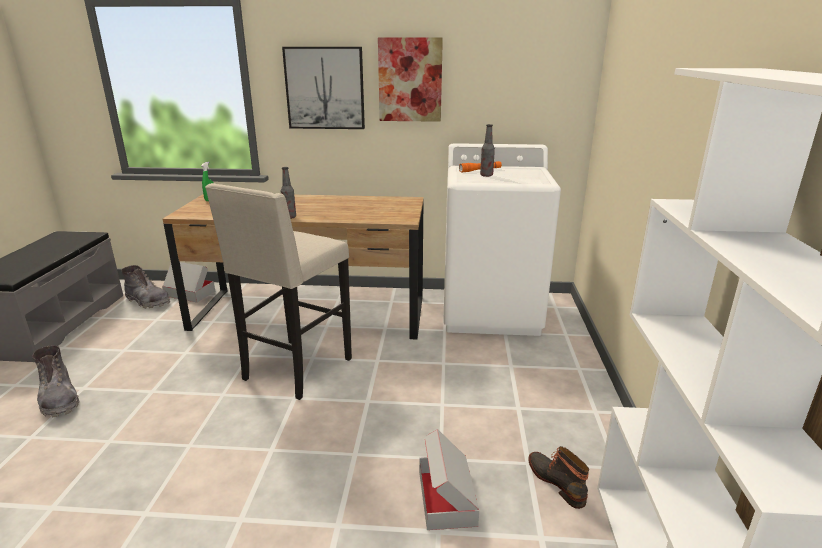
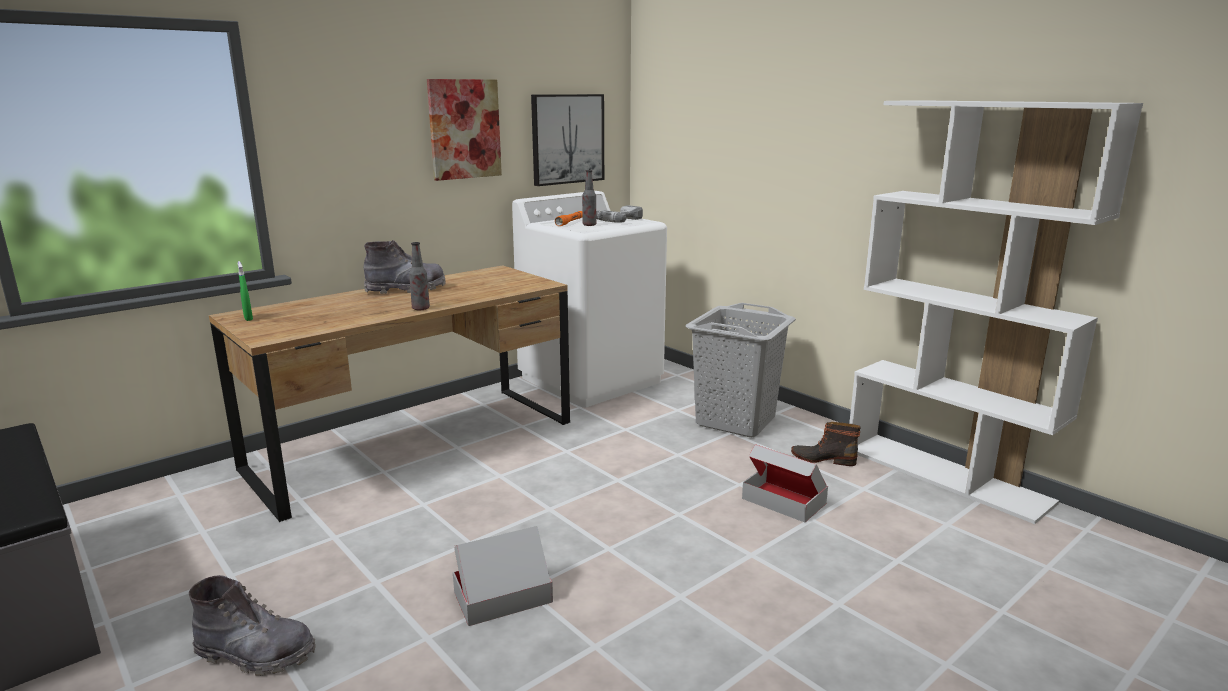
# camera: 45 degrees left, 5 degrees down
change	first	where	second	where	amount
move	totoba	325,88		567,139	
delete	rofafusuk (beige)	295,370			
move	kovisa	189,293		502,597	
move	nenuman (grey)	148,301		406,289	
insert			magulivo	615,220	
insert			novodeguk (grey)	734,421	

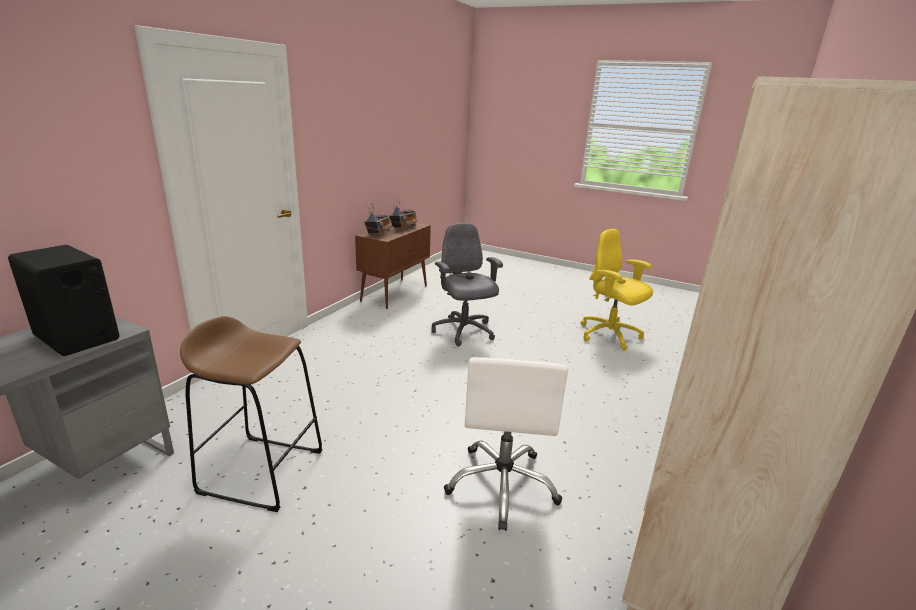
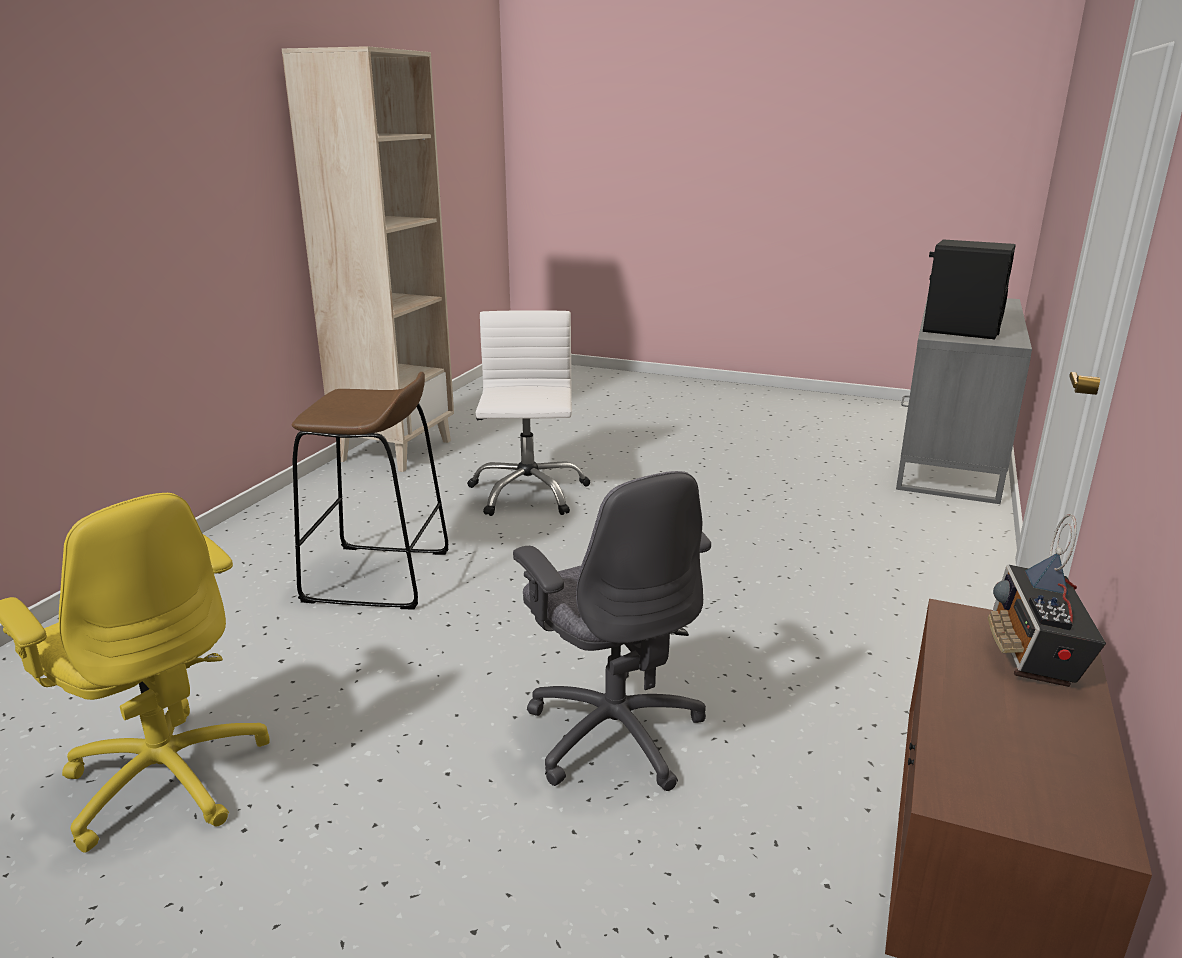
# camera: 175 degrees right, 0 degrees up
change	first	where	second	where	amount
delete	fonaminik	403,227			
move	rofafusuk (brown)	262,471		378,577	

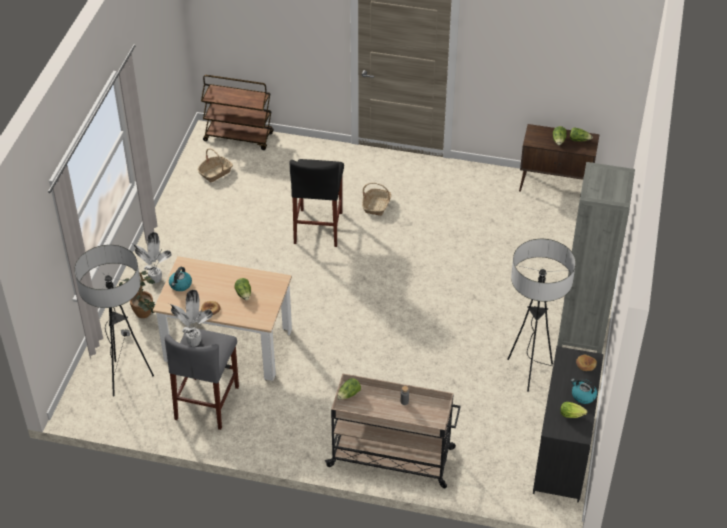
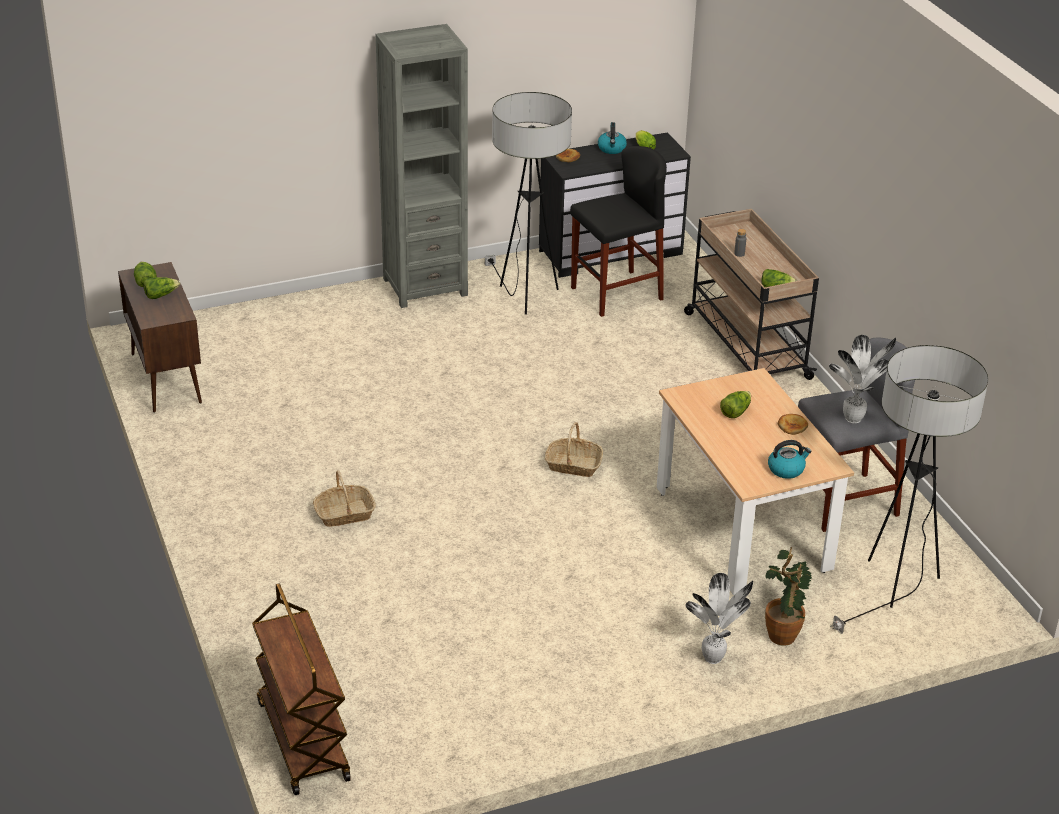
# camera: 125 degrees left, 10 degrees down
change	first	where	second	where	amount
move	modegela	215,172		573,465	
move	rofafusuk (black)	318,227		616,293	

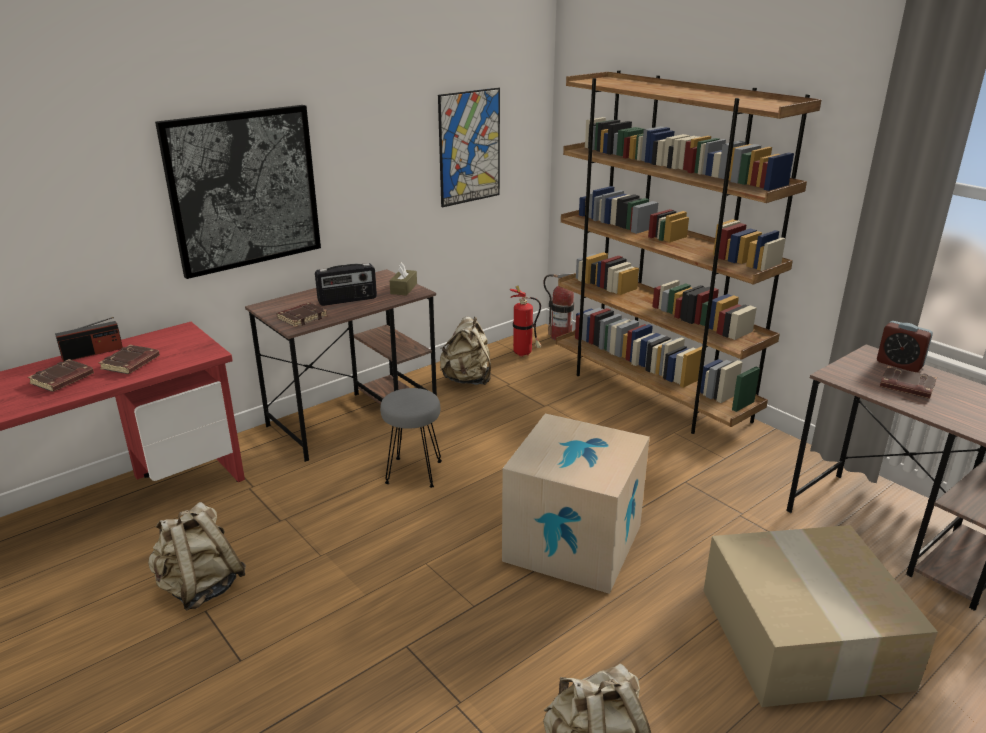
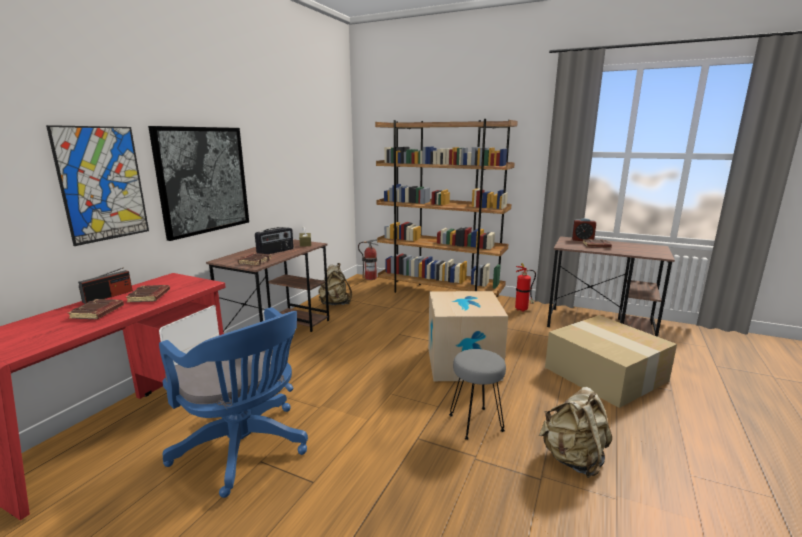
# camera: 25 degrees left, 10 degrees down
change	first	where	second	where	amount
move	totoba	469,147		102,184	
move	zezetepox	524,354		523,310	
move	rofafusuk (grey)	413,473		476,423	
replace	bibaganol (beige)	200,588	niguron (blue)	245,449	

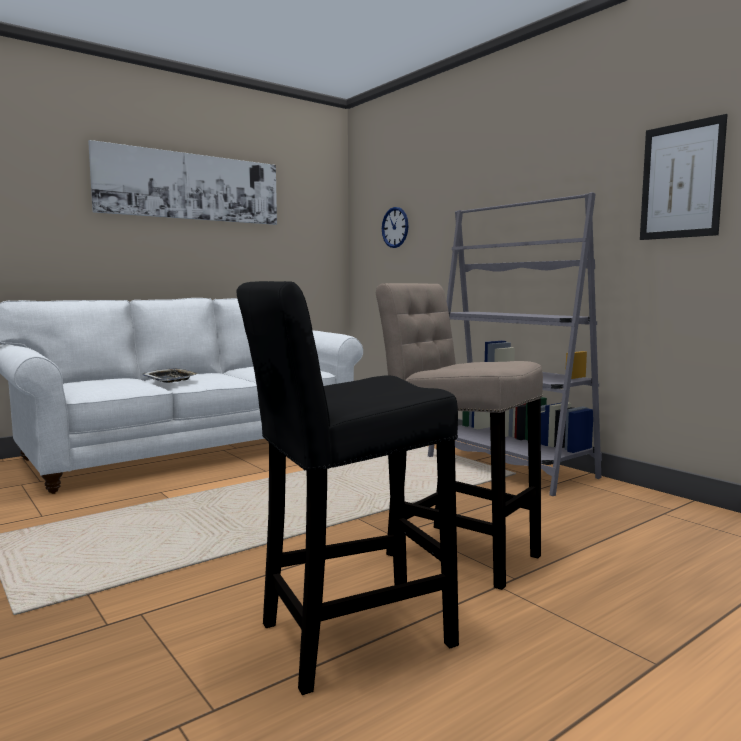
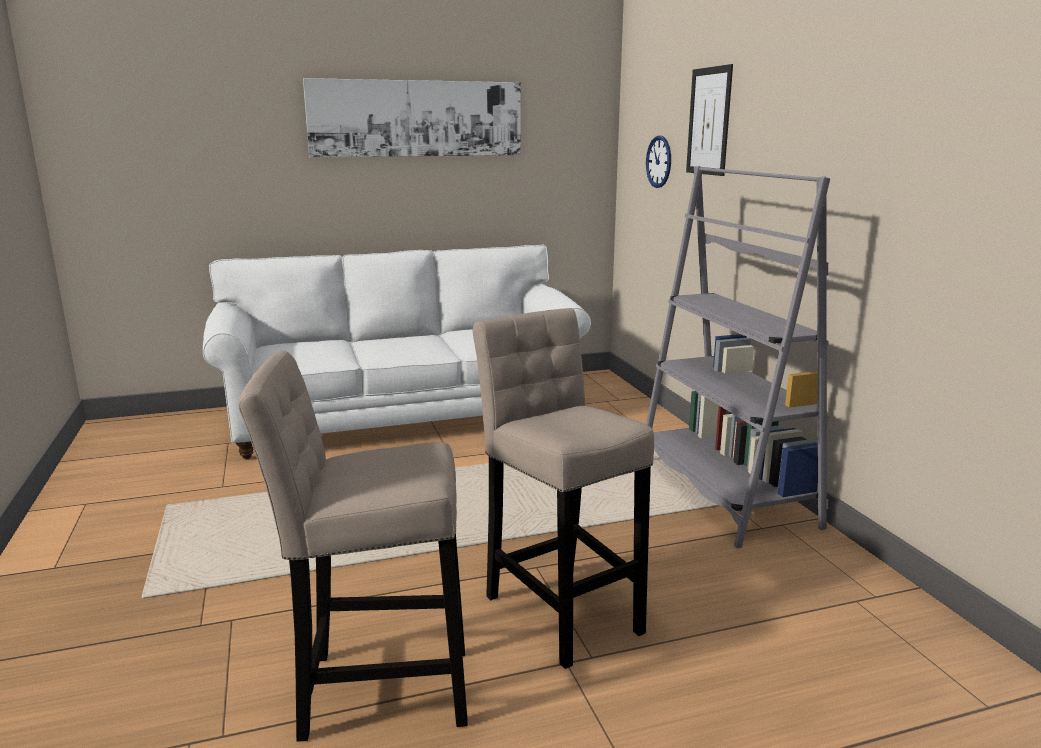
# camera: 20 degrees right, 10 degrees up
change	first	where	second	where	amount
move	totoba	681,181		709,121	
recolor	rofafusuk (black)	346,638	rofafusuk (beige)	375,690	
delete	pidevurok	170,379			

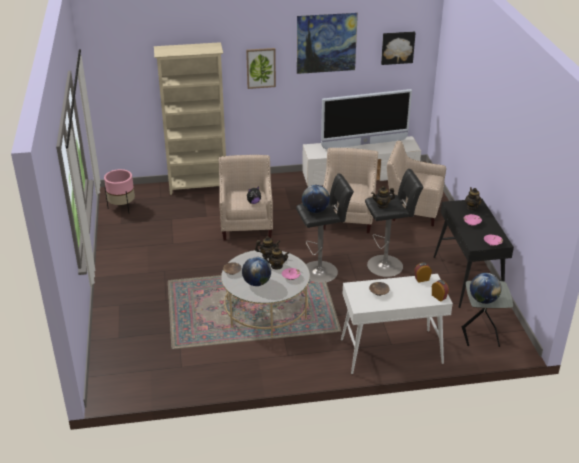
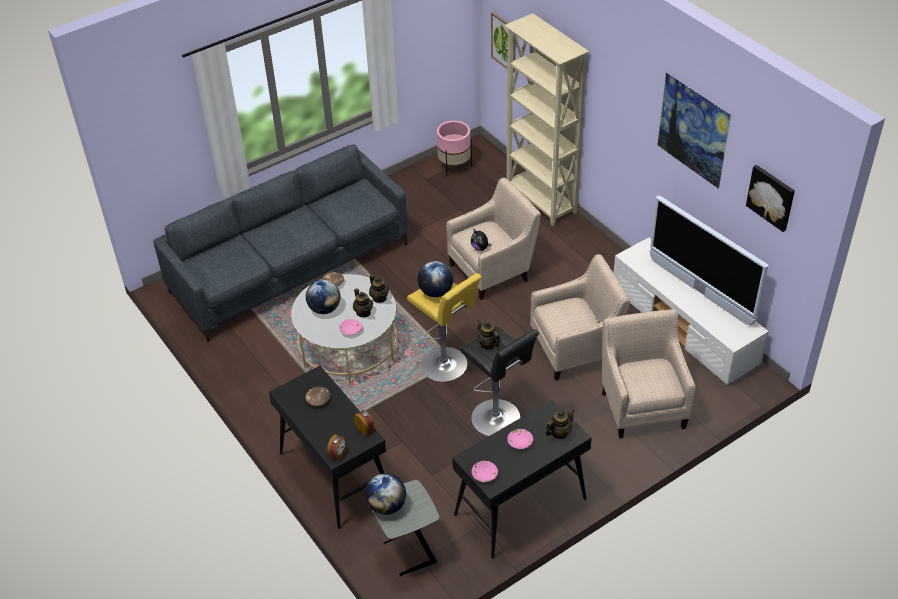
# camera: 65 degrees right, 10 degrees up
change	first	where	second	where	amount
move	totoba	261,68		504,42	
recolor	rofafusuk (black)	322,271	rofafusuk (yellow)	446,366	
recolor	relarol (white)	390,352	relarol (black)	334,475	
insert			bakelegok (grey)	290,268	

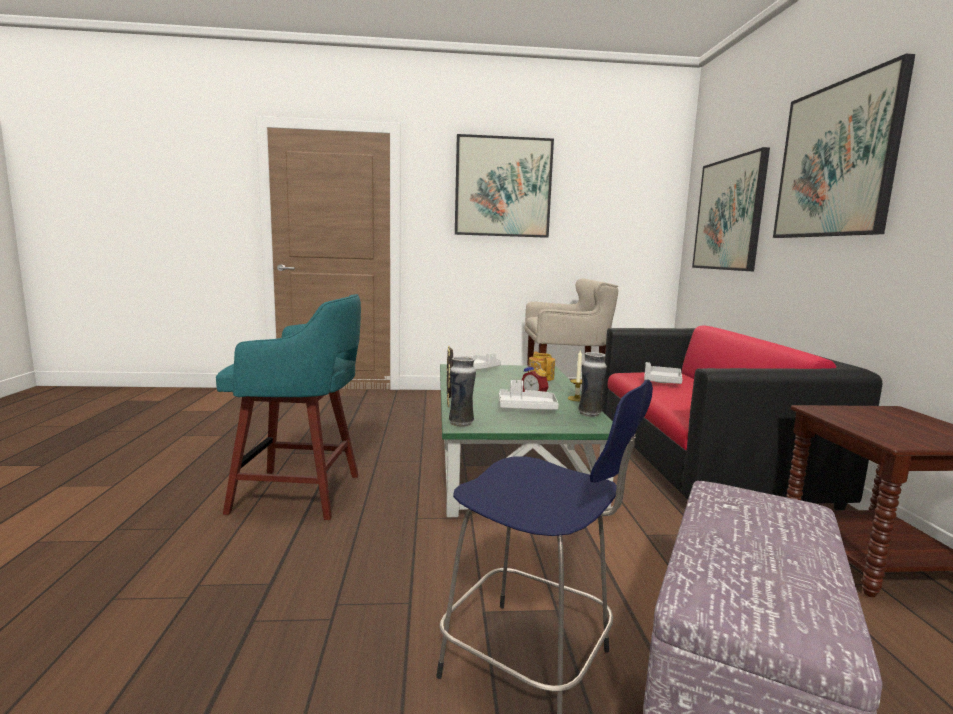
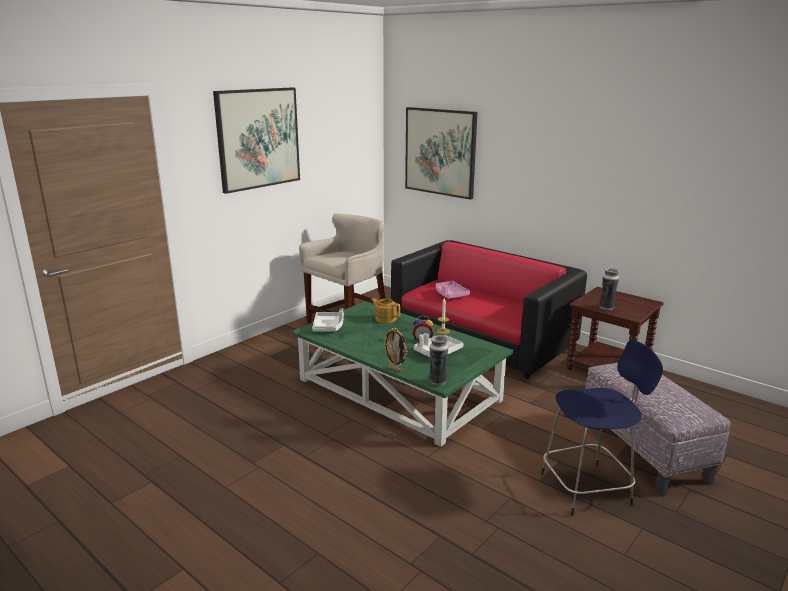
# camera: 45 degrees left, 10 degrees up
change	first	where	second	where	amount
delete	totoba	836,161			
delete	rofafusuk (turquoise)	301,494			
move	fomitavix	590,414		606,308	
recolor	pidevurok (grey)	662,381	pidevurok (pink)	450,294	

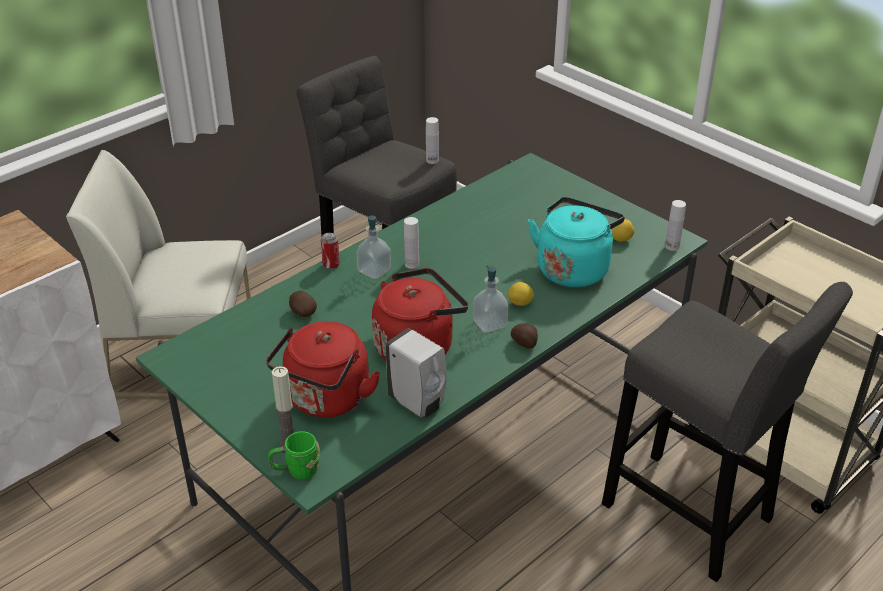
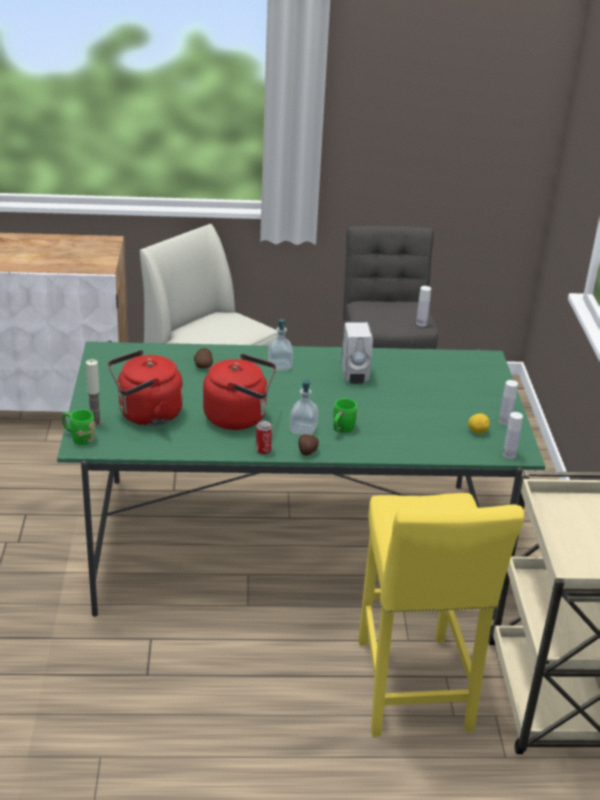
# camera: 40 degrees right, 5 degrees down
change	first	where	second	where	amount
delete	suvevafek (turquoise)	574,268			
move	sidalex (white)	411,264		505,422	
move	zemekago	331,265		263,450	
replace	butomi	520,303	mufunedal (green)	341,430	
recolor	rofafusuk (grey)	693,518	rofafusuk (yellow)	412,691	
move	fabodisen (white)	418,403		354,376	

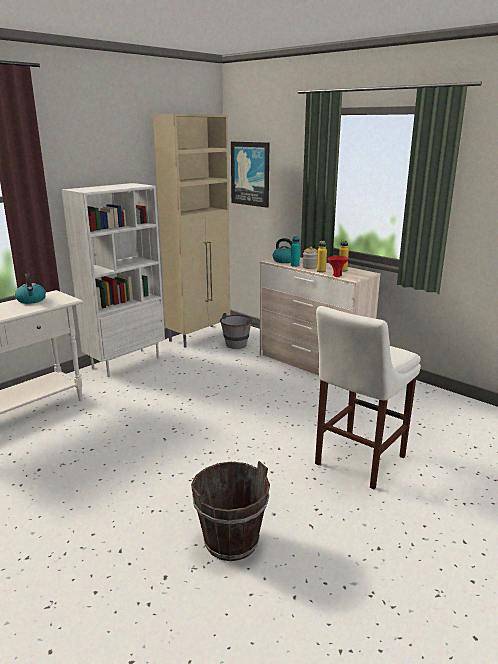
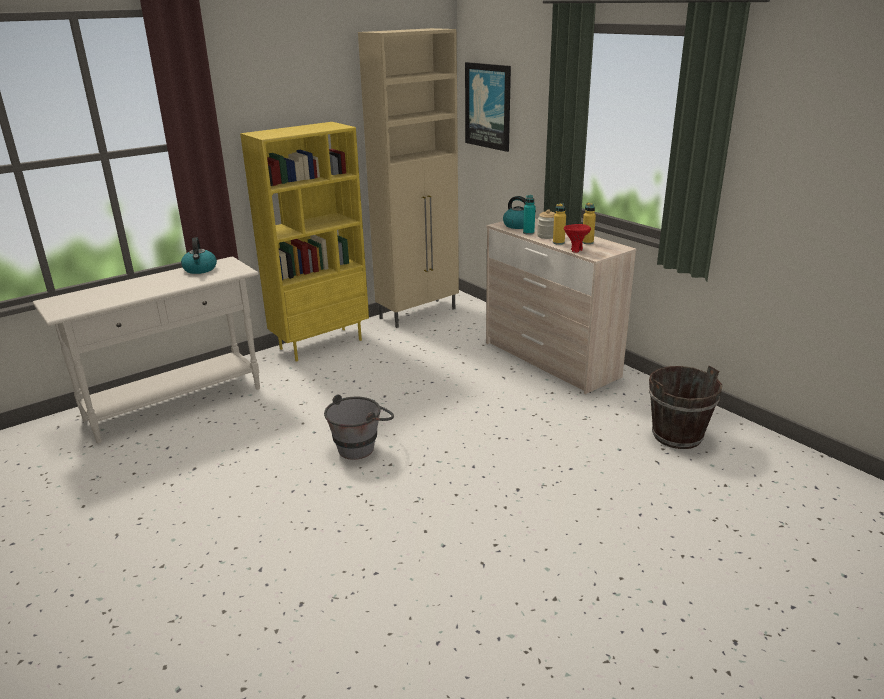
# camera: 10 degrees right, 5 degrees up
change	first	where	second	where	amount
recolor	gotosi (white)	126,362	gotosi (yellow)	321,344	
delete	rofafusuk (white)	357,462			
move	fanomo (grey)	238,343		361,445	
move	fanomo (brown)	231,541		677,435	

